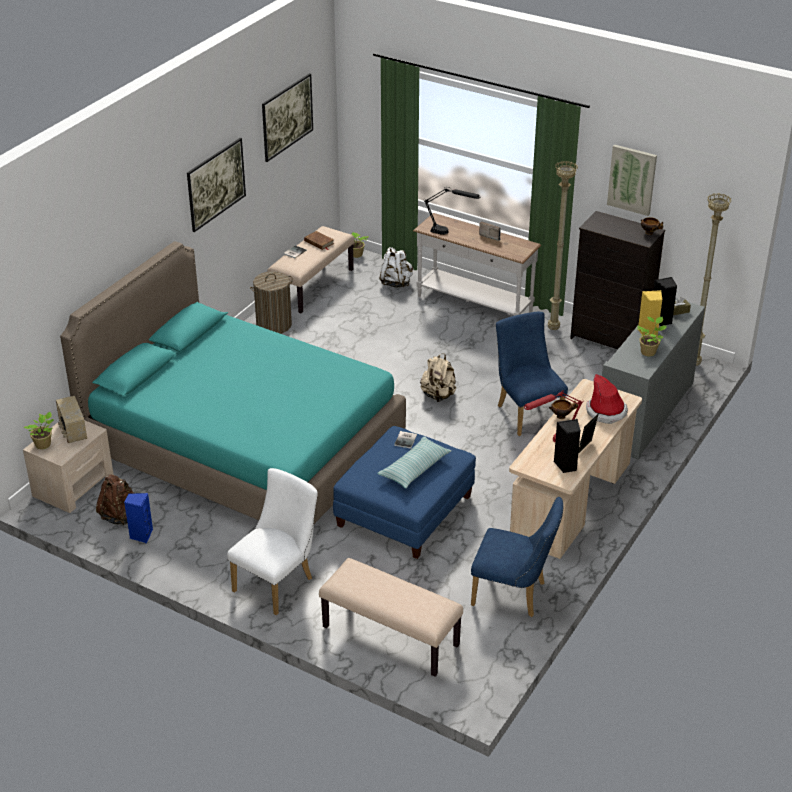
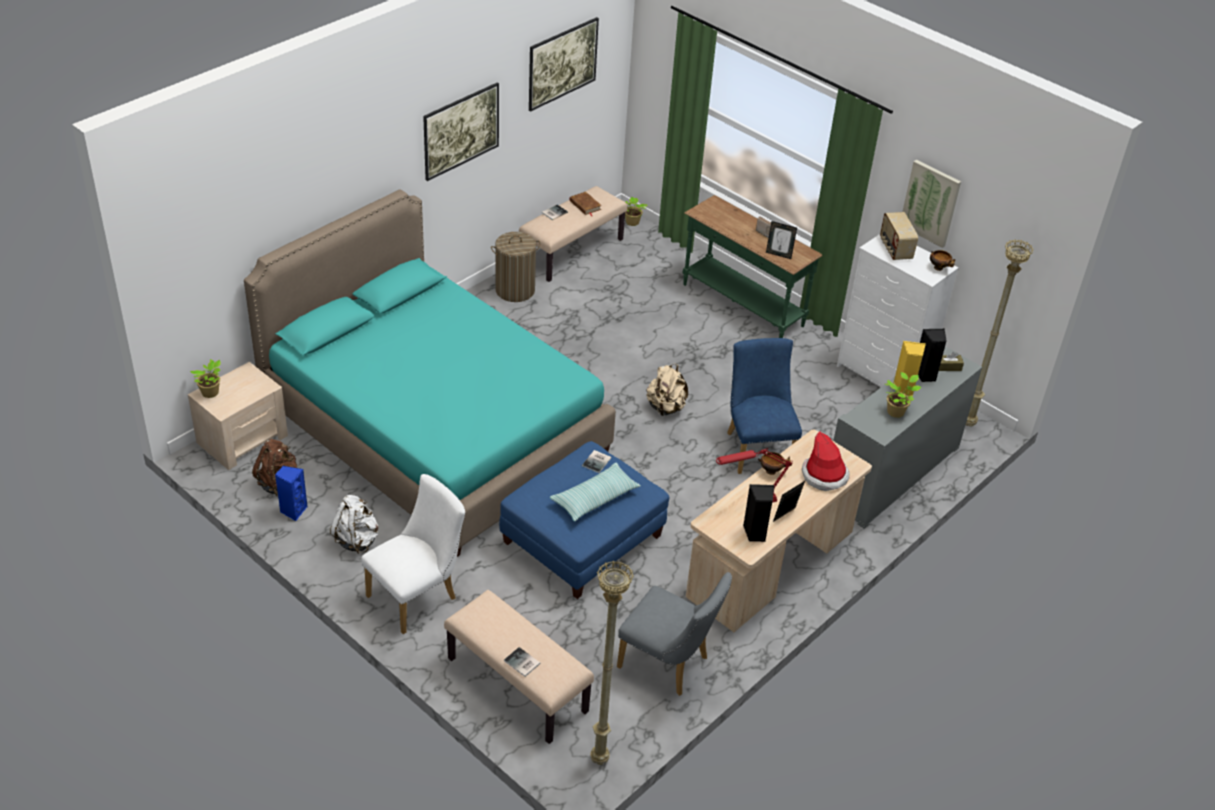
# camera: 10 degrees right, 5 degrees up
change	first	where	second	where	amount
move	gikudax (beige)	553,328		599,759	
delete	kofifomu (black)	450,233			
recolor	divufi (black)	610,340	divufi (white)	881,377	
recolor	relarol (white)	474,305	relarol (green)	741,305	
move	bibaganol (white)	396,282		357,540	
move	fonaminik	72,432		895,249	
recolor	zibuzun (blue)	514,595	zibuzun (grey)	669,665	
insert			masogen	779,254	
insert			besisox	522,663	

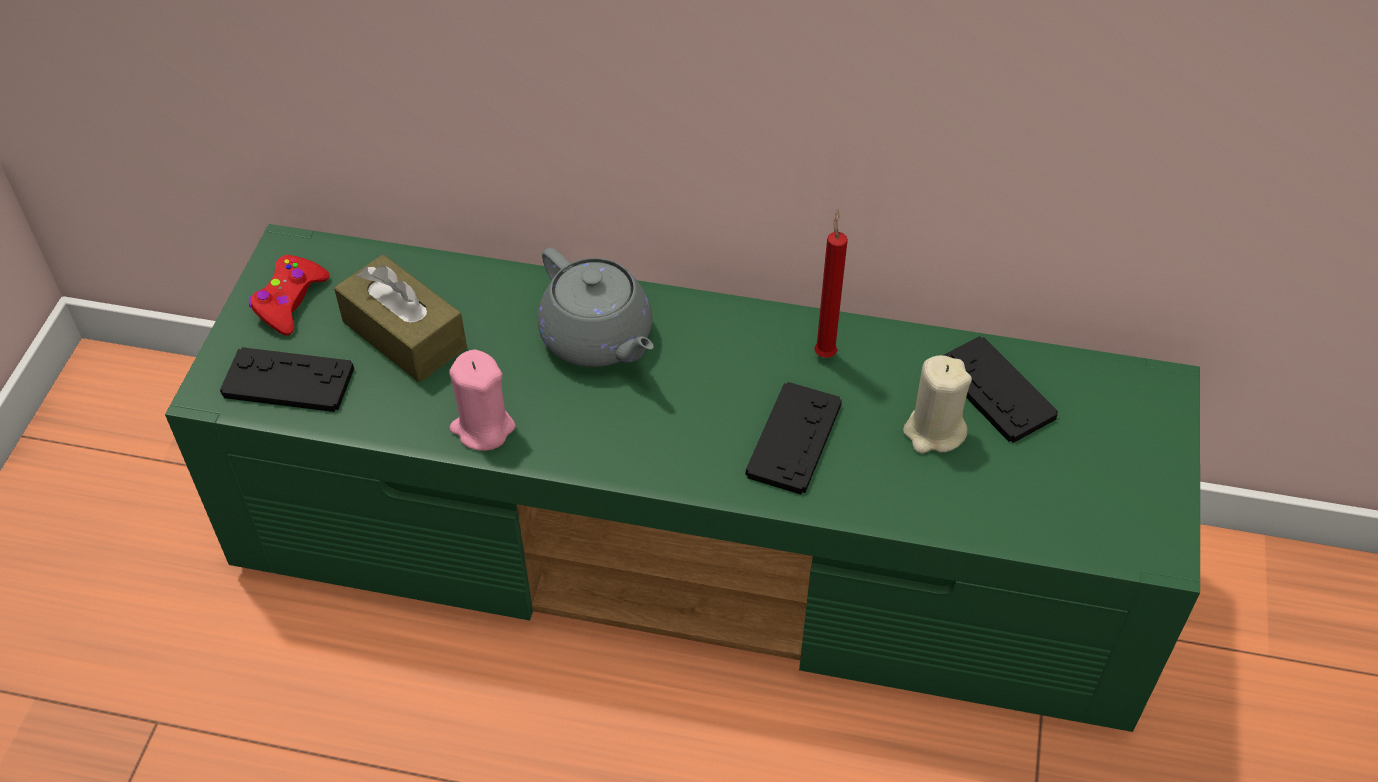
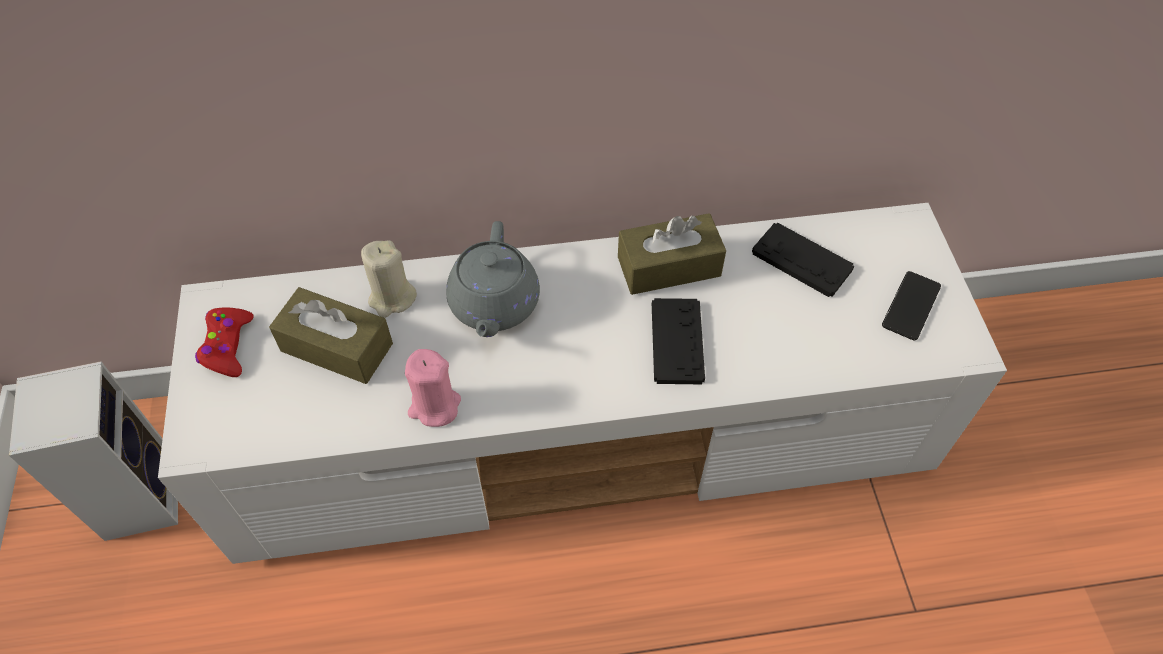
# camera: 20 degrees left, 5 degrees up
change	first	where	second	where	amount
replace	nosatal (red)	825,352	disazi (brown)	669,266	
recolor	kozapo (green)	695,550	kozapo (white)	585,433	
rotate	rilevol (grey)	598,338		494,305	60 degrees clockwise
delete	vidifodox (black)	288,382			
move	nosatal (beige)	934,431		392,298	
insert			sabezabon	911,306	
insert			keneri	140,495	

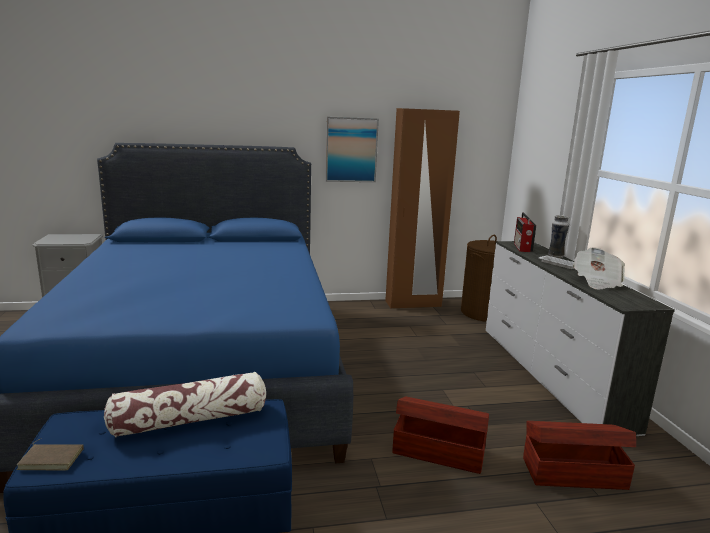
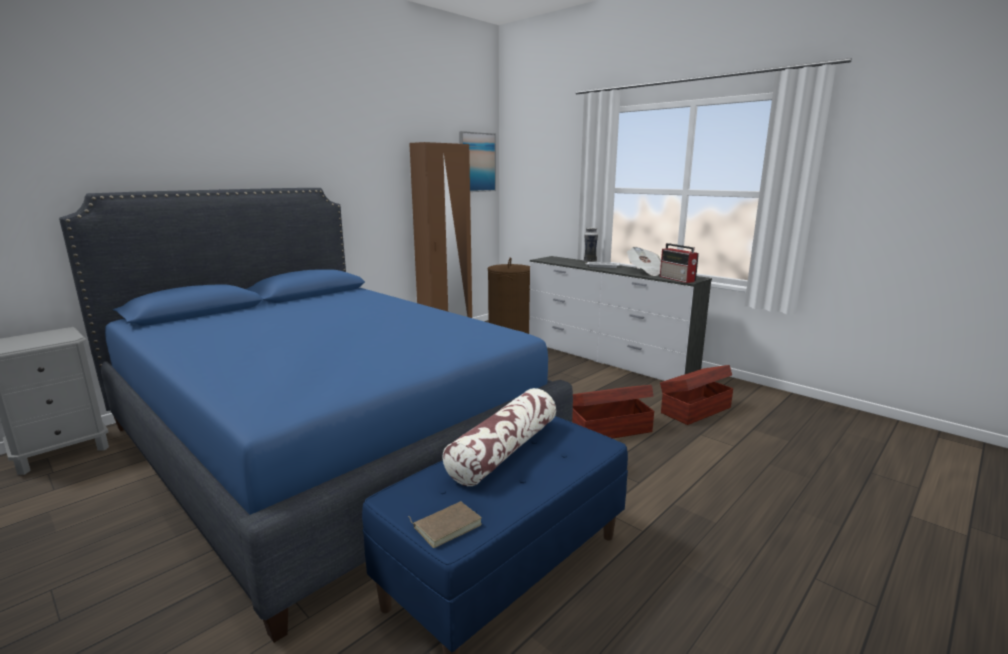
# camera: 35 degrees left, 0 degrees up
change	first	where	second	where	amount
move	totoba	351,150		477,162	
move	fonaminik	522,247		677,279	

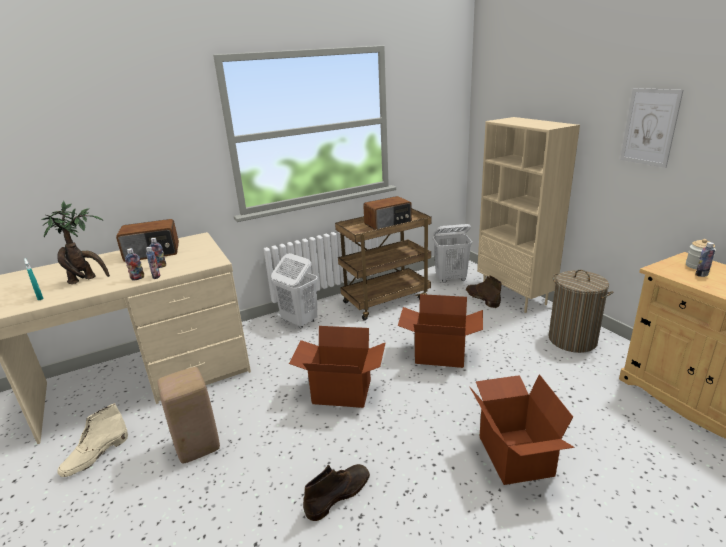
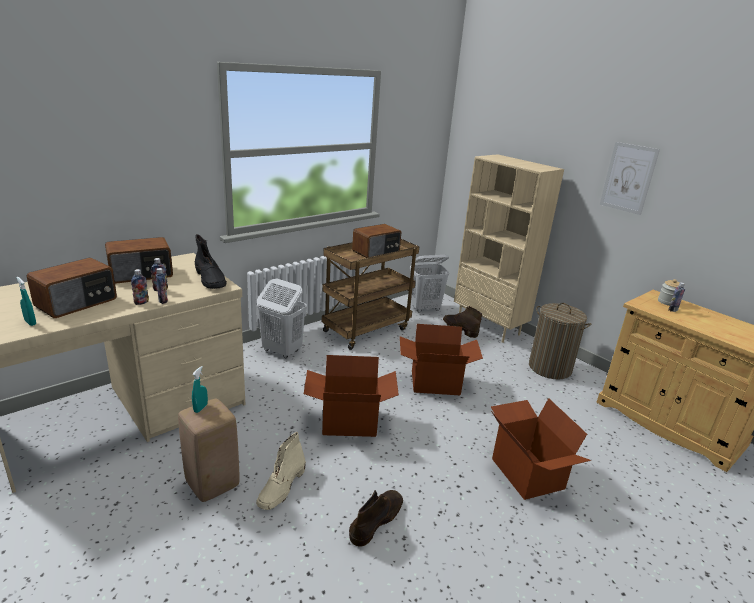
# camera: 15 degrees left, 0 degrees up
change	first	where	second	where	amount
replace	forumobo	86,280	fonaminik	77,303	
move	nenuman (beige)	95,455		281,487	
insert			nenuman (black)	210,279	
insert			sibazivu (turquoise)	200,408	

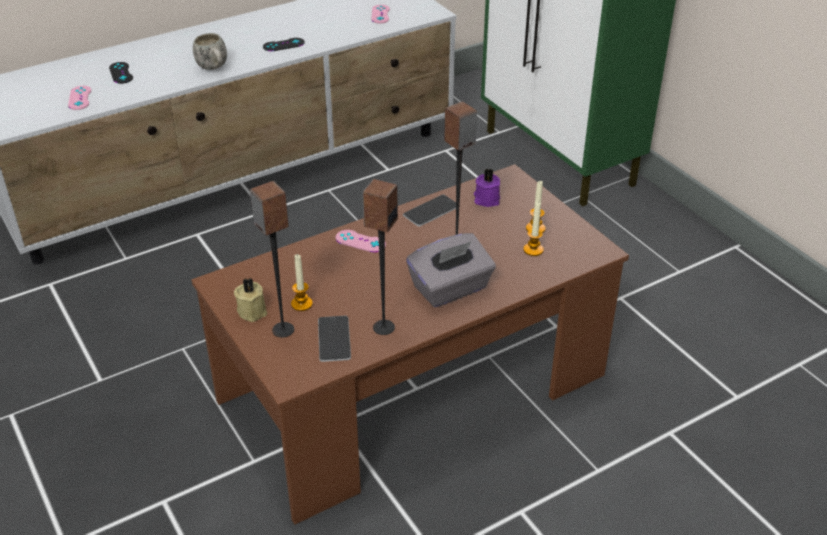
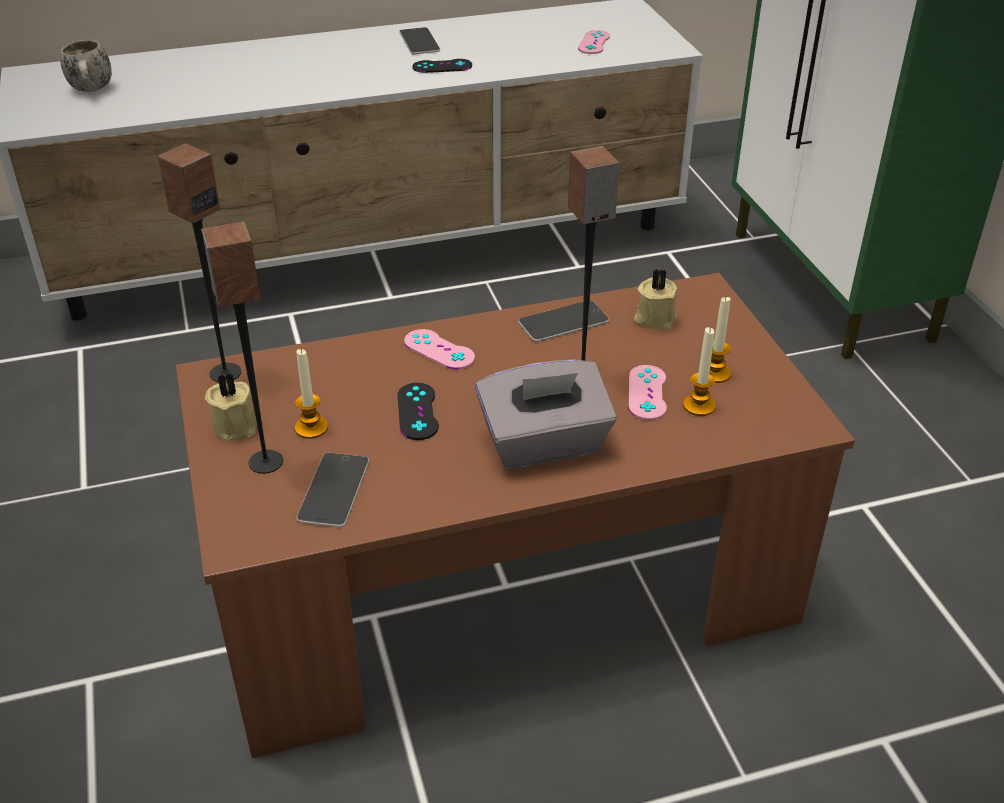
# camera: 15 degrees right, 0 degrees up
change	first	where	second	where	amount
move	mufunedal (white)	214,69		92,91	
move	vidifodox (black)	121,73		417,411	
move	vidifodox (pink)	80,98		647,393	
recolor	nosatal (purple)	486,199	nosatal (beige)	654,317	
move	keneri	383,327		225,373	
insert			sabezabon	419,41	

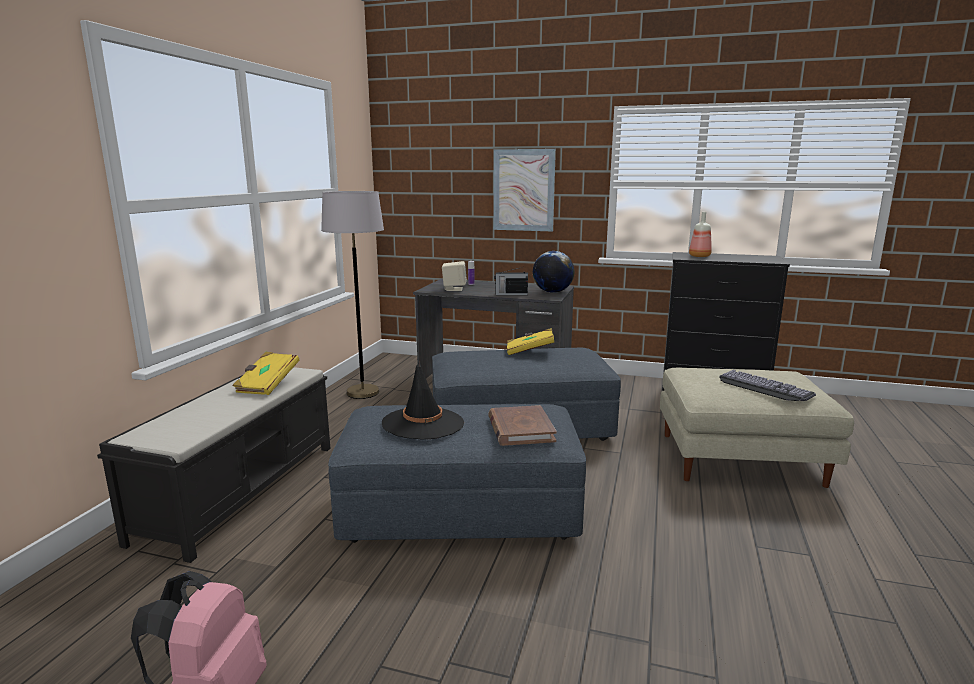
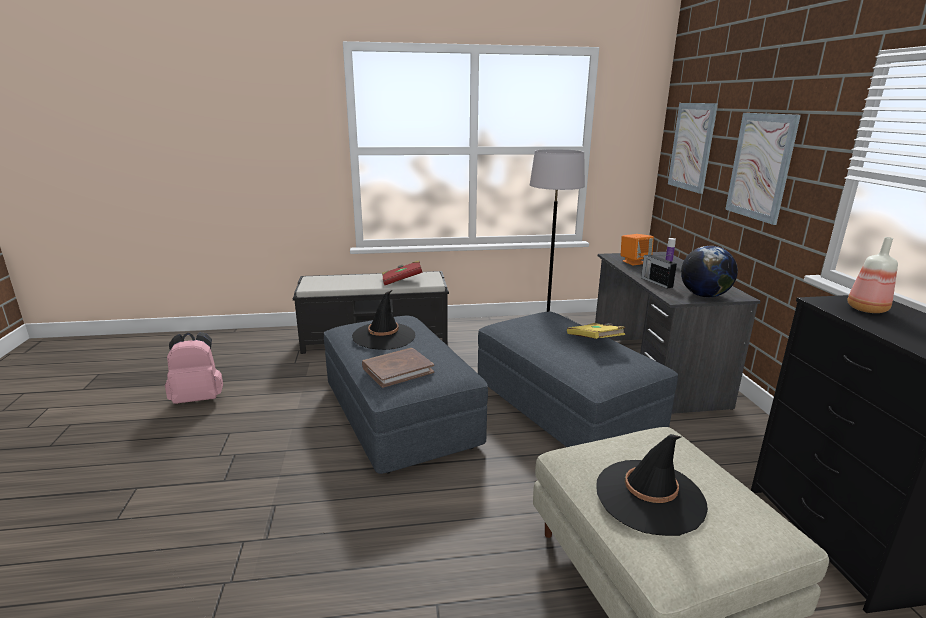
# camera: 65 degrees right, 5 degrees up
change	first	where	second	where	amount
recolor	keneri (beige)	454,289	keneri (orange)	634,262	
recolor	besisox (yellow)	267,385	besisox (red)	402,281	
replace	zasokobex	761,387	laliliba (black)	649,497	
insert			totoba	691,147	

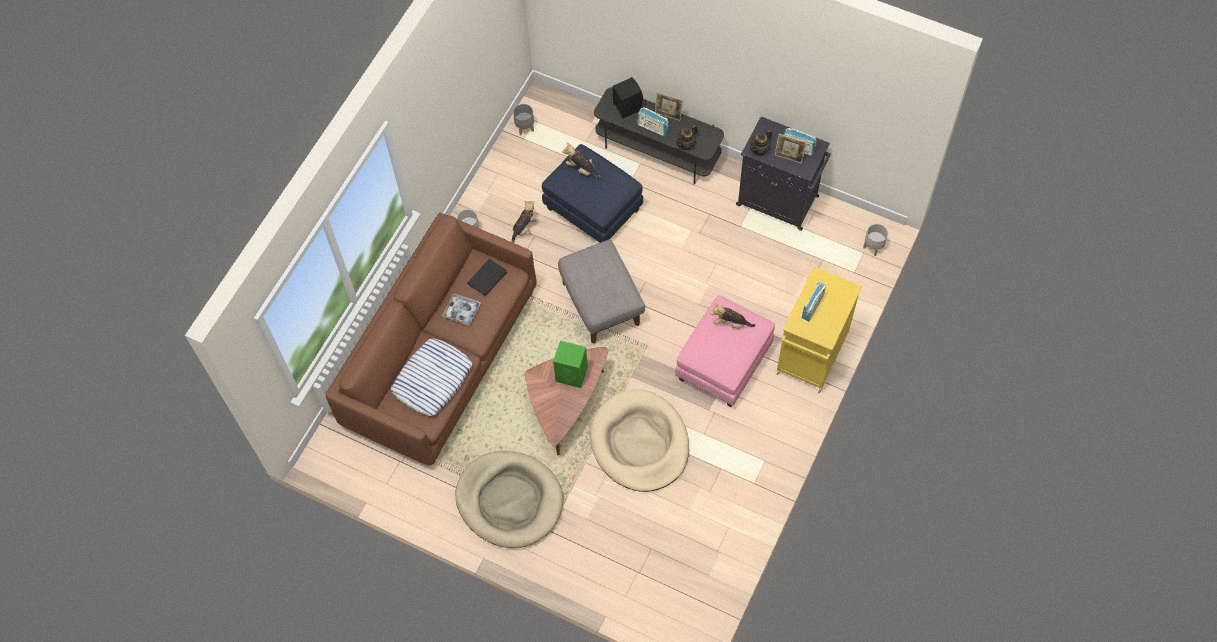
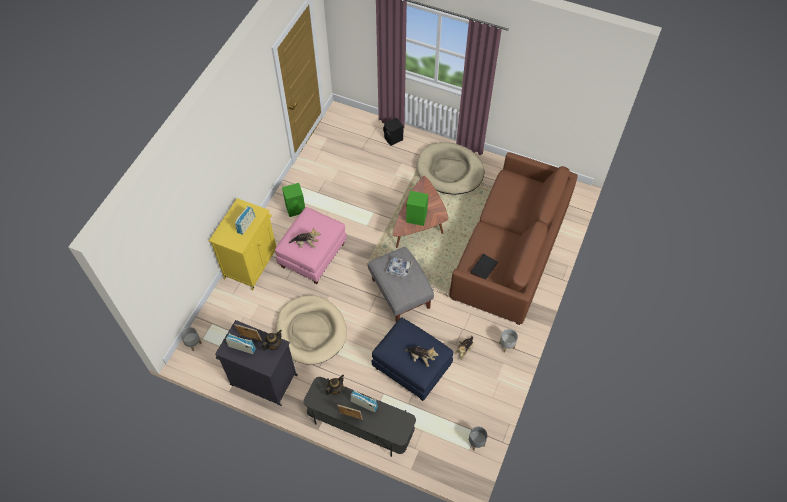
# camera: 175 degrees right, 5 degrees down
change	first	where	second	where	amount
move	keneri (black)	627,106		393,139	
move	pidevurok	462,311		399,268	
delete	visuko	432,379			
move	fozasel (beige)	640,443		311,331	
insert			keneri (green)	296,208	

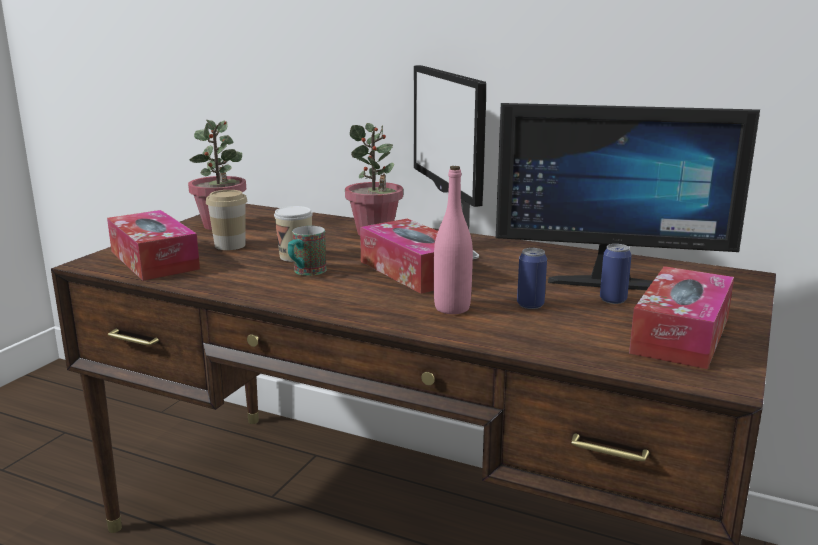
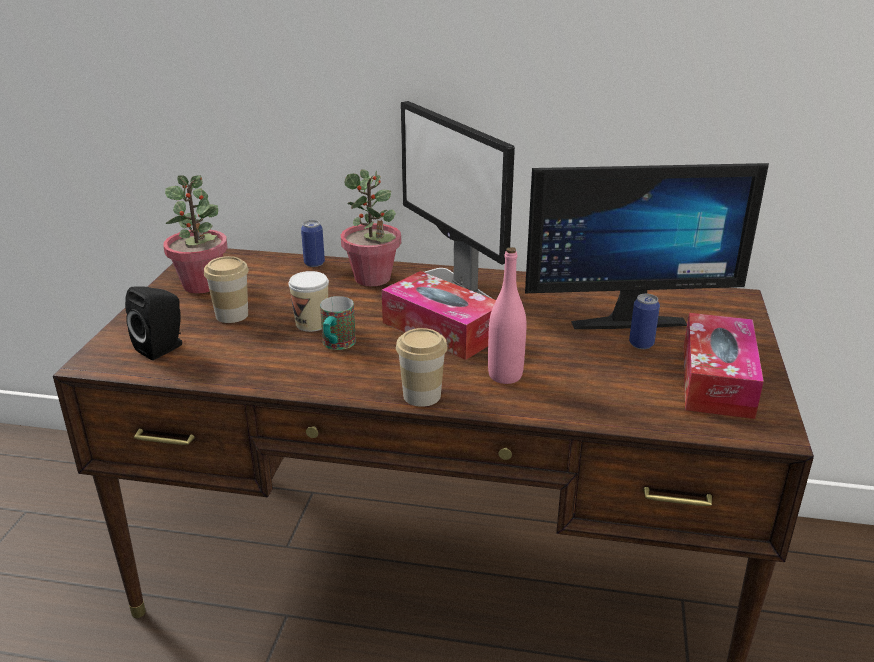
# camera: 15 degrees left, 10 degrees up
change	first	where	second	where	amount
replace	disazi	154,260	keneri (black)	163,348	
move	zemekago	530,305		314,263	
insert			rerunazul	422,395	

